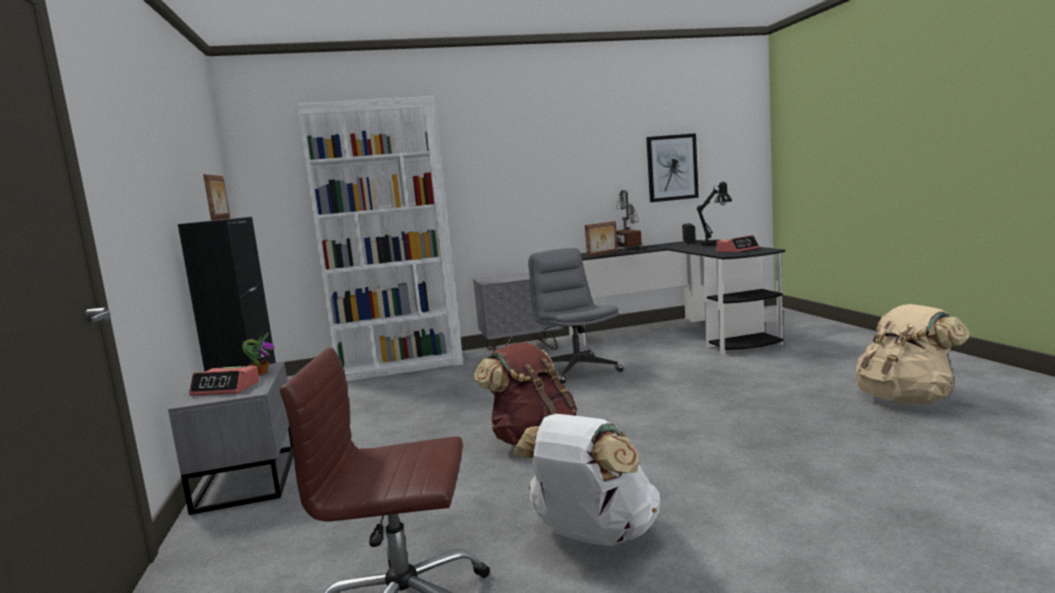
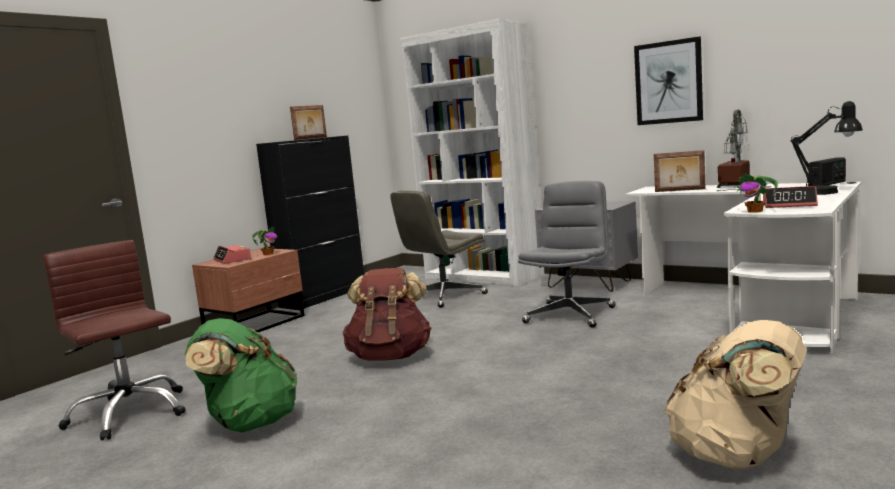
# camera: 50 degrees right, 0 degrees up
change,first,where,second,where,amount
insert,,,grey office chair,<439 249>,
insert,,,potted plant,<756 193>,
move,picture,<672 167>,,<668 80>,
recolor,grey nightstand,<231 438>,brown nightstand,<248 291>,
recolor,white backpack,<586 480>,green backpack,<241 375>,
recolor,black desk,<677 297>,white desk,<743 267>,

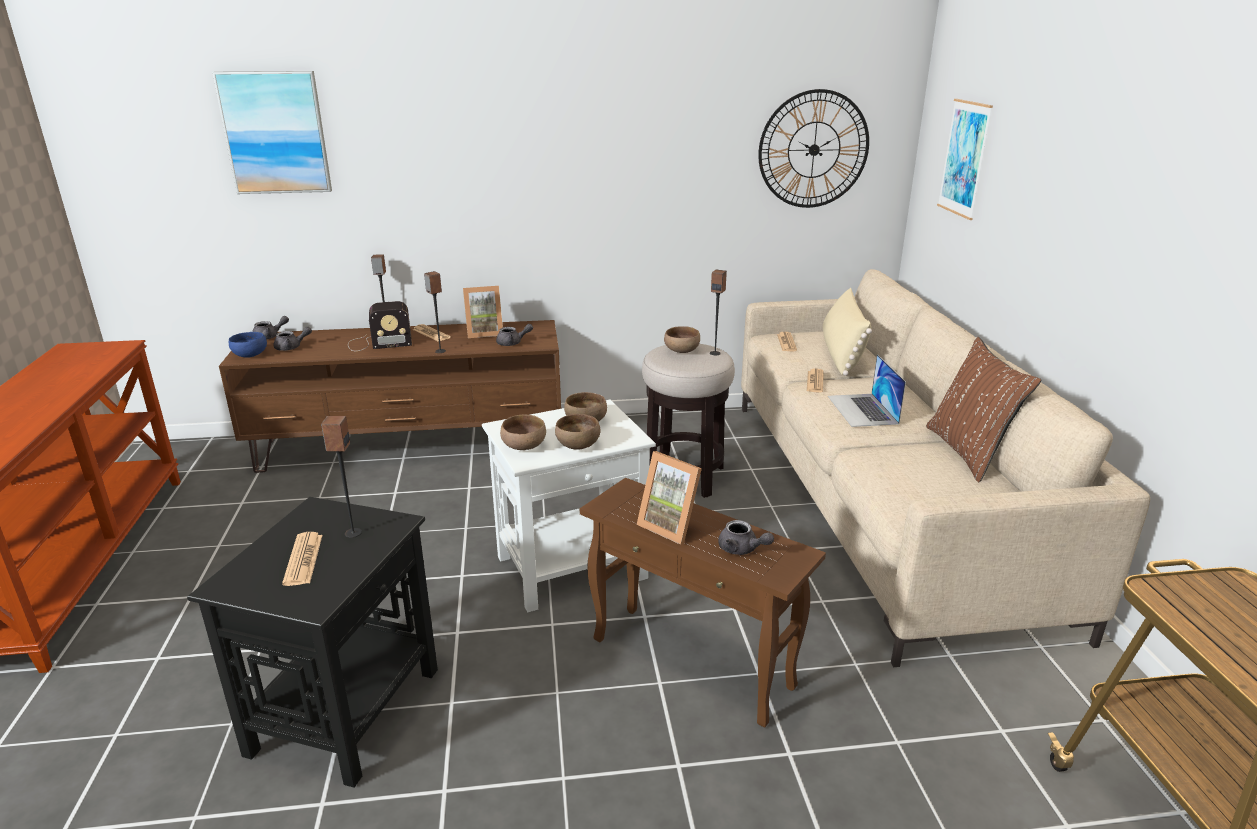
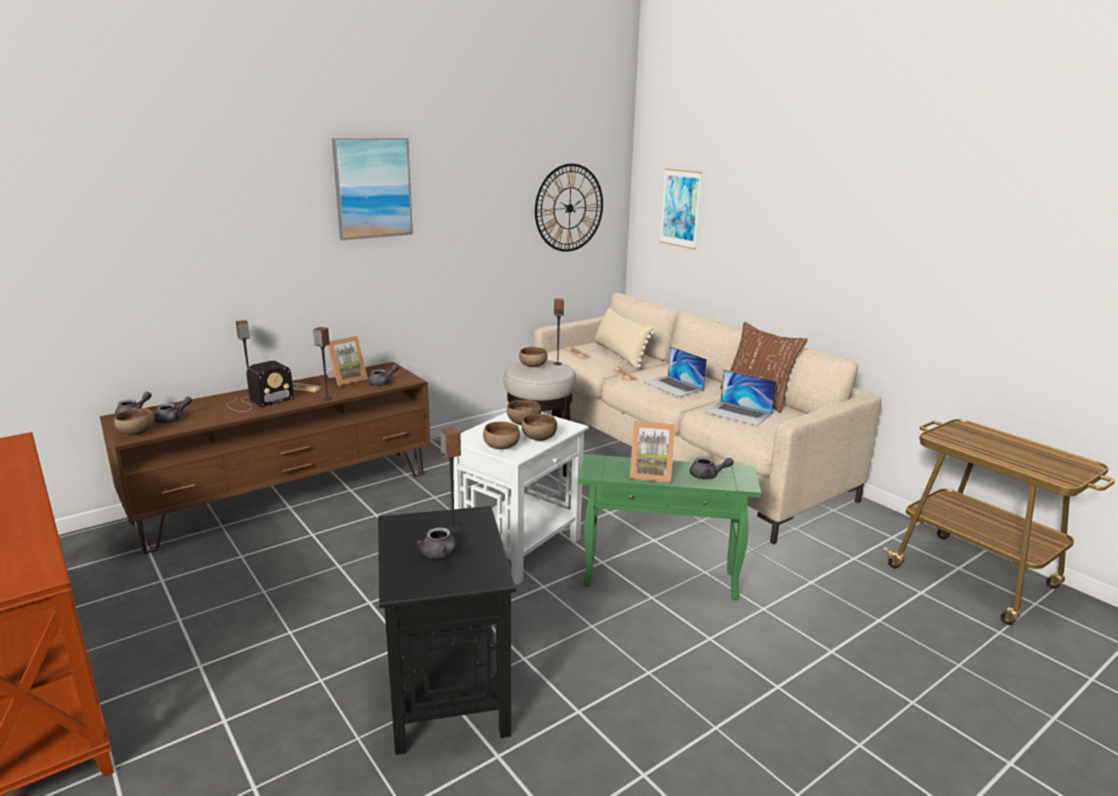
# camera: 30 degrees left, 5 degrees down
change,first,where,second,where,amount
insert,,,laptop,<740 398>,
move,picture,<272 132>,,<372 189>,
replace,newspaper,<302 559>,grey teapot,<436 543>,
recolor,blue bowl,<248 345>,brown bowl,<134 422>,
recolor,brown side table,<703 602>,green side table,<670 527>,

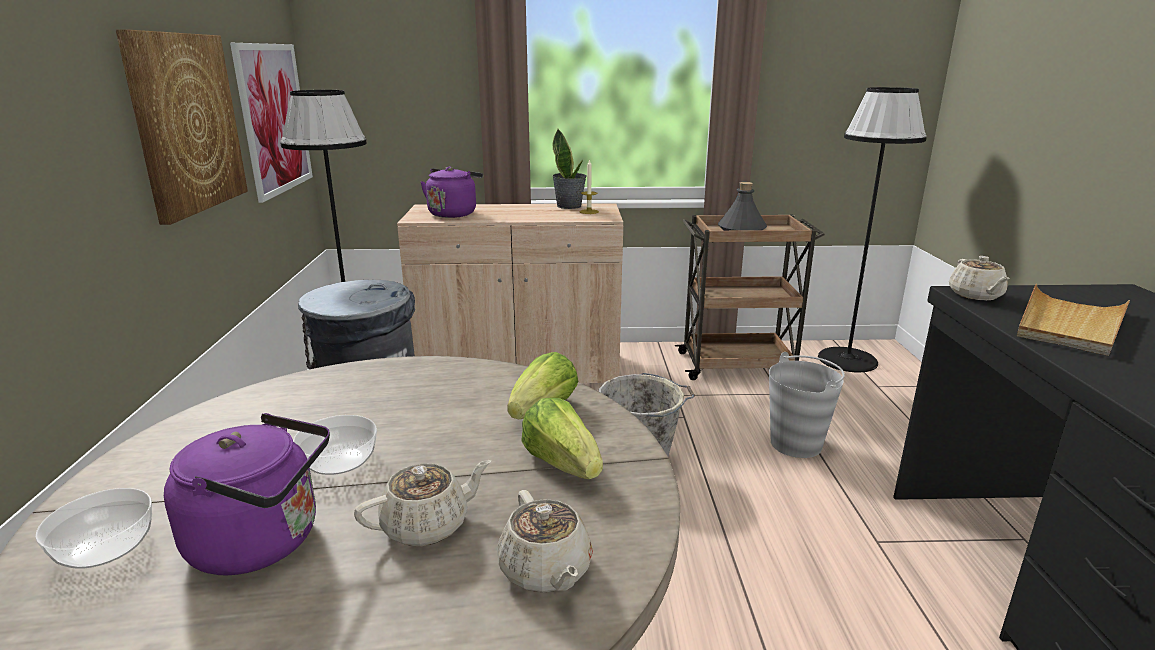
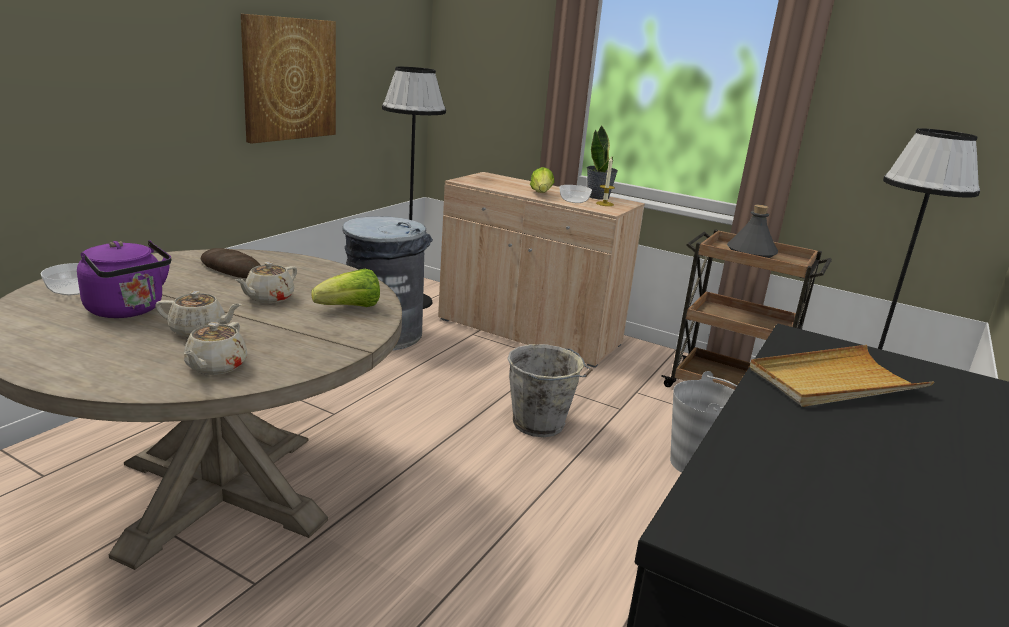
# camera: 30 degrees right, 0 degrees up
change,first,where,second,where,amount
delete,picture,<271 123>,,,
delete,purple kettle,<452 192>,,,
insert,,,bread,<230 263>,
move,bowl,<335 445>,,<575 194>,
move,lettuce,<562 438>,,<542 180>,
move,beige teapot,<979 278>,,<266 282>,

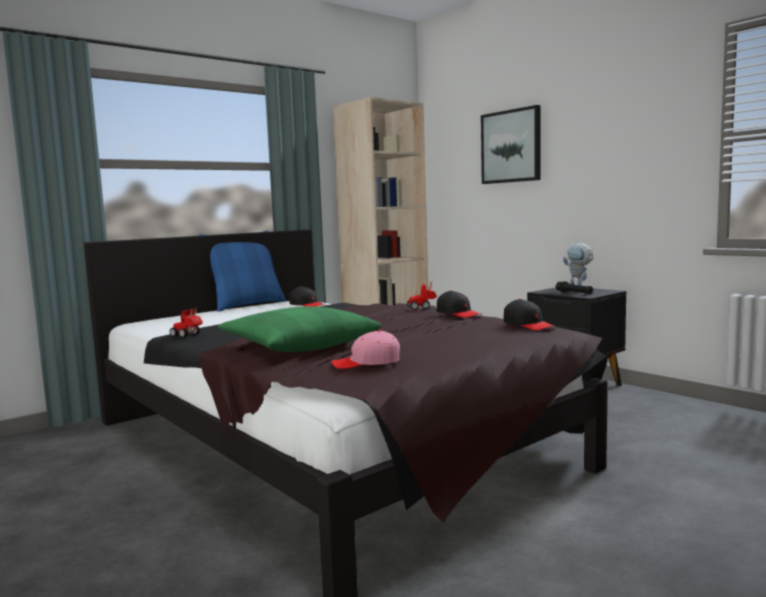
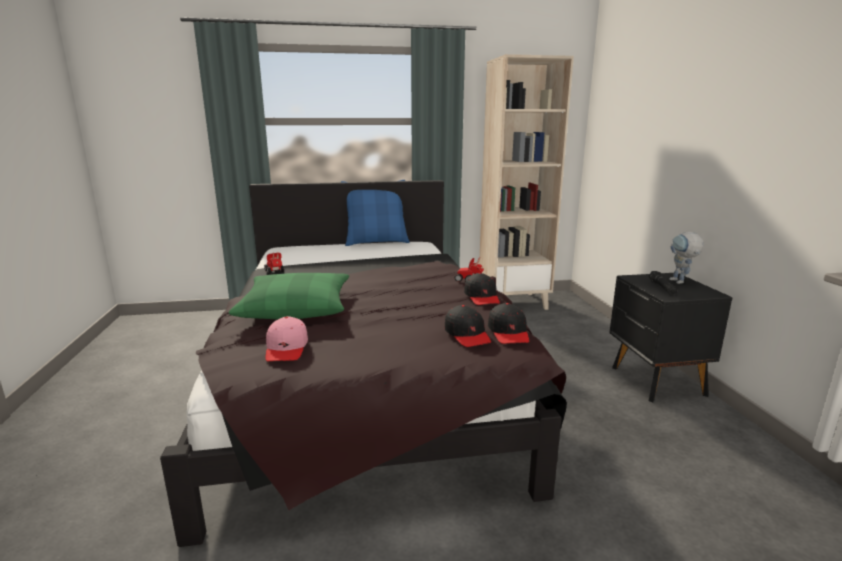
# camera: 30 degrees right, 10 degrees up
change,first,where,second,where,amount
delete,picture,<510 144>,,,
move,black cap,<307 296>,,<468 326>,
rotate,pink cap,<365 349>,,<287 338>,120 degrees counterclockwise

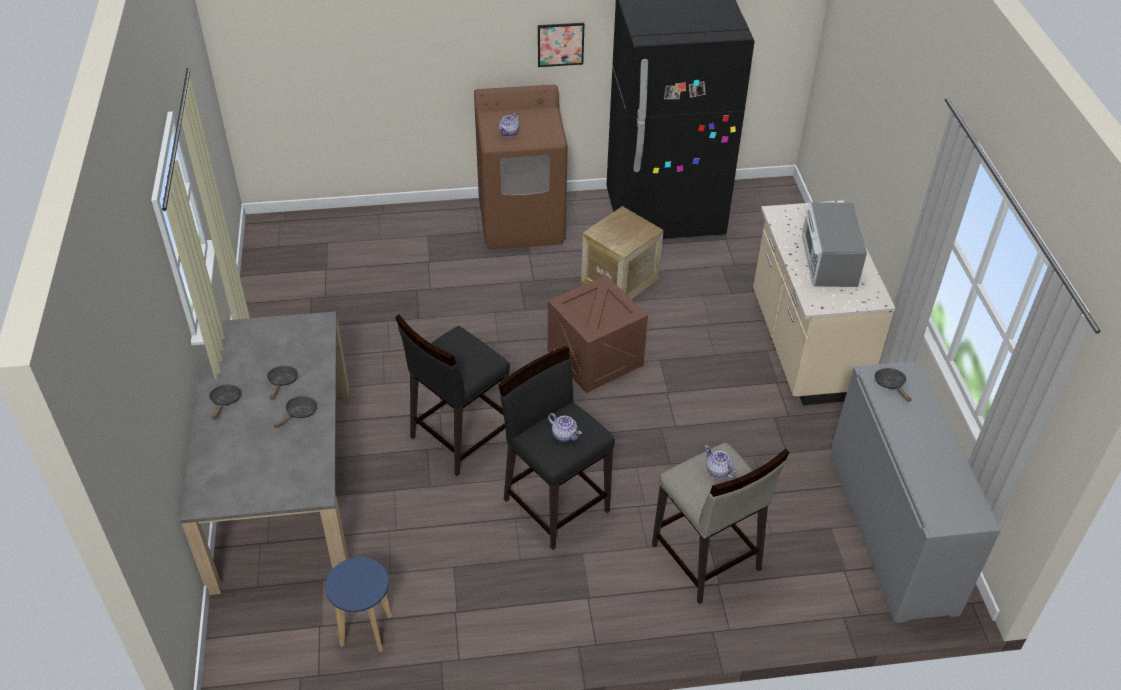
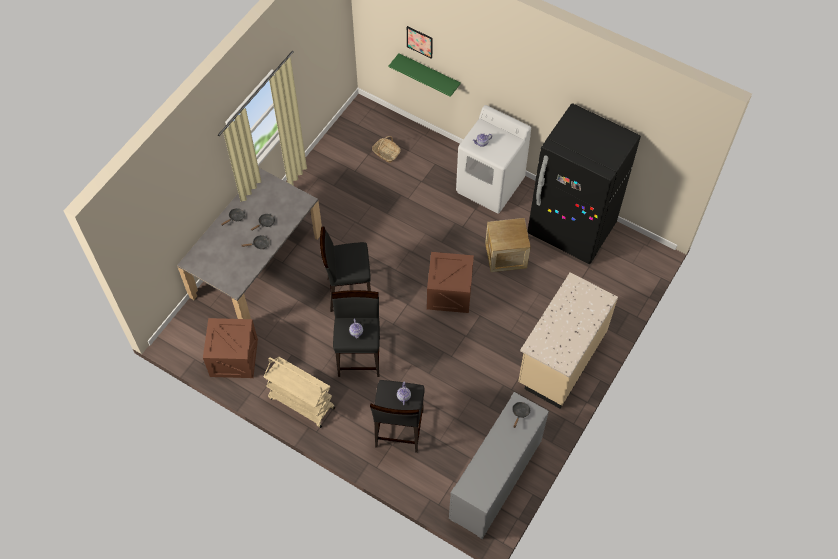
# camera: 40 degrees right, 15 degrees up
change,first,where,second,where,amount
delete,microwave,<834 244>,,,
insert,,,beige cart,<300 392>,
insert,,,basket,<386 149>,
insert,,,green shelf,<425 75>,
move,picture,<561 45>,,<420 42>,
replace,blue stool,<358 604>,crate,<230 348>,
recolor,brown washing machine,<521 167>,white washing machine,<493 159>,
recolor,beige stool,<720 523>,black stool,<397 416>,

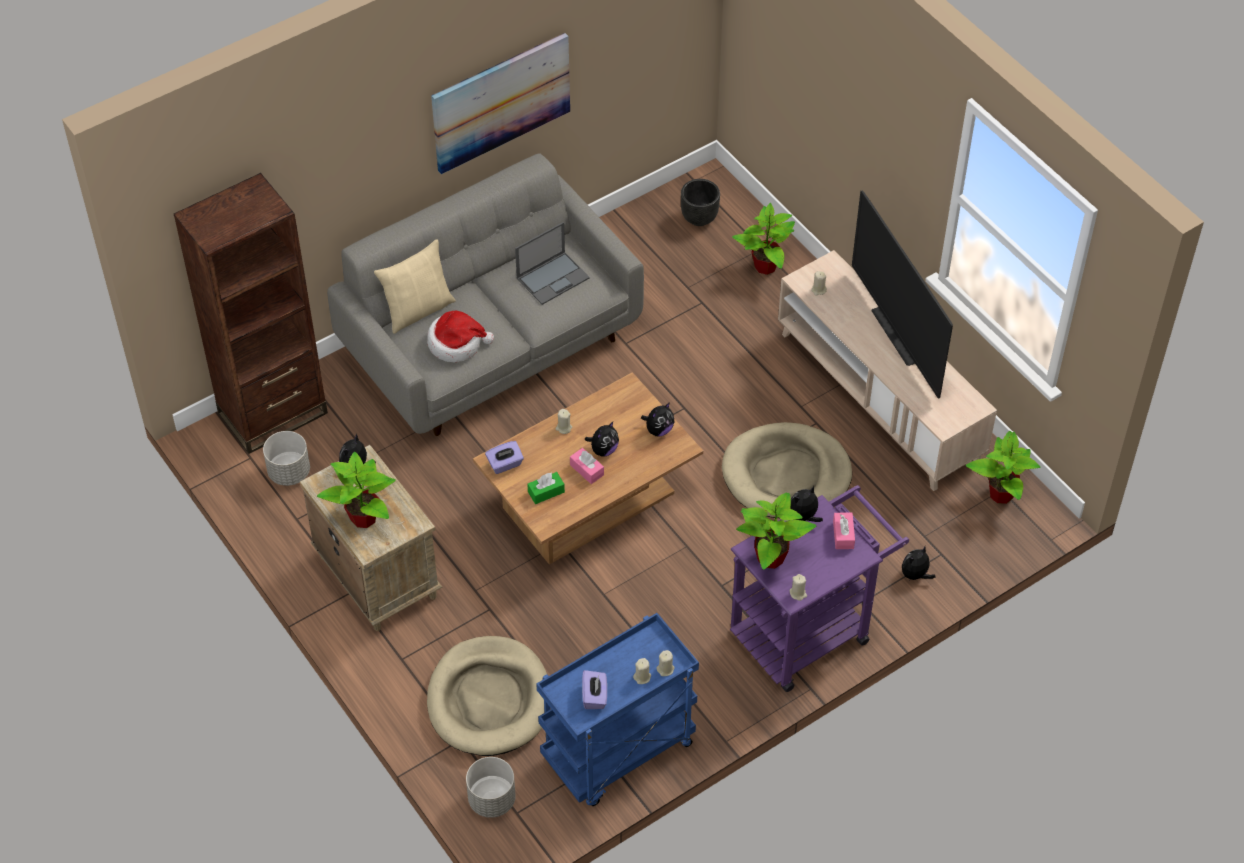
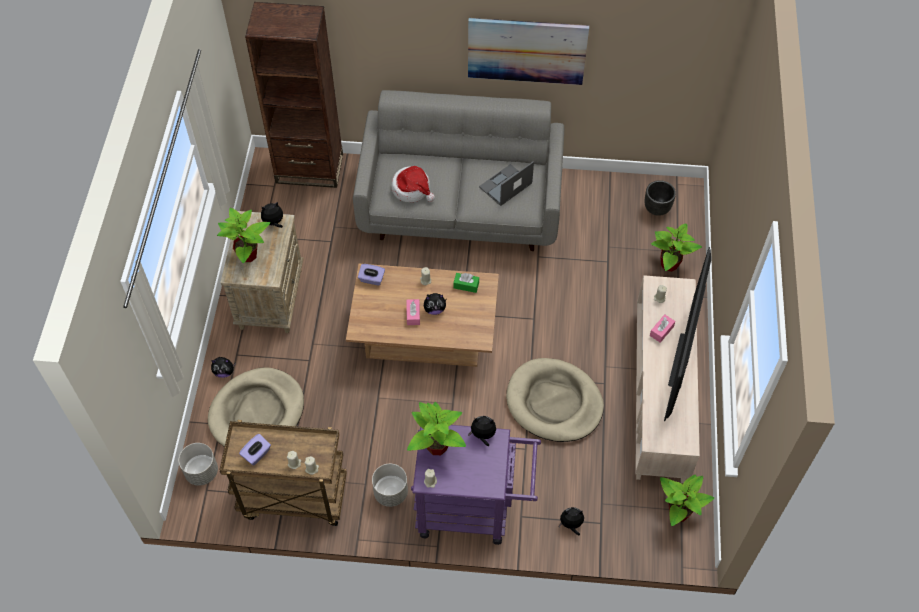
# camera: 40 degrees right, 5 degrees up
change,first,where,second,where,amount
delete,beige pillow,<415 286>,,,
move,grey planter,<286 458>,,<390 485>,
move,green tissue box,<546 488>,,<466 283>,
move,plush toy,<657 419>,,<223 367>,
move,pink tissue box,<844 530>,,<662 328>,
recolor,blue cart,<617 709>,brown cart,<283 473>,
rotate,laptop,<552 263>,,<506 183>,135 degrees clockwise

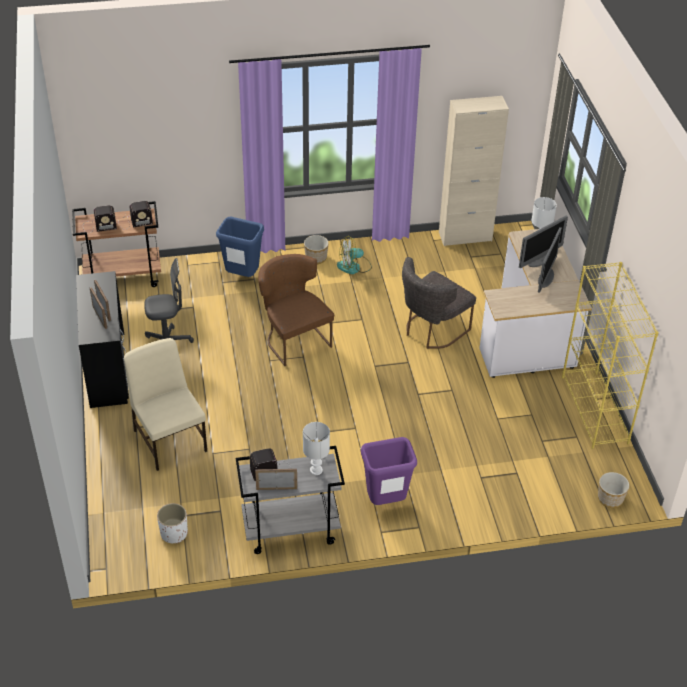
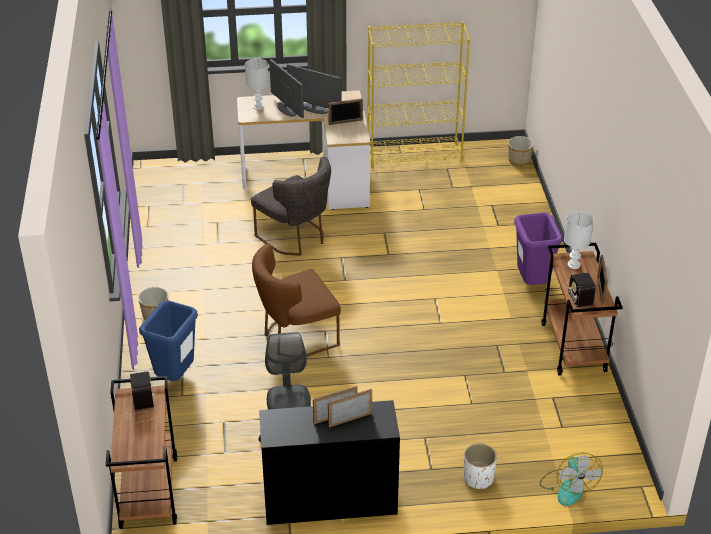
# camera: 85 degrees left, 5 degrees down
change,first,where,second,where,amount
delete,radio,<100 218>,,,
delete,beige chair,<165 404>,,,
delete,beige cabinet,<474 171>,,,
insert,,,picture frame,<345 111>,
move,white planter,<172 523>,,<480 466>,
move,fan,<354 255>,,<571 479>,
recolor,grey cart,<290 500>,brown cart,<582 309>,

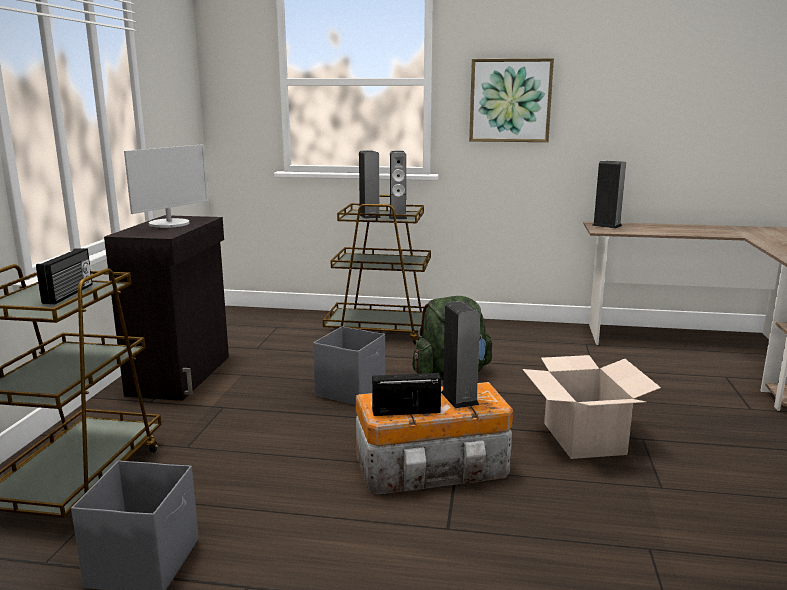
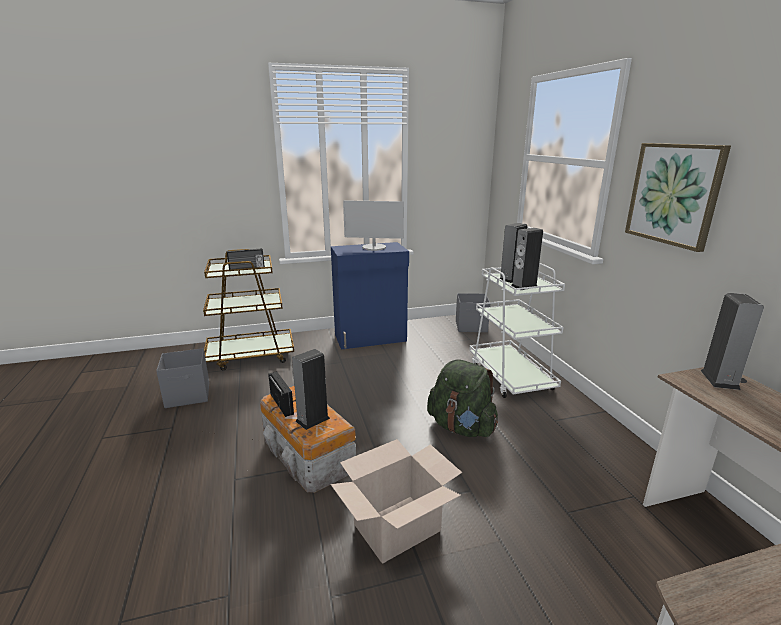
# camera: 65 degrees right, 5 degrees up
change,first,where,second,where,amount
move,grey storage box,<349 365>,,<473 312>,
recolor,black cabinet,<166 308>,blue cabinet,<370 296>,
recolor,brown cart,<377 270>,white cart,<517 330>,

